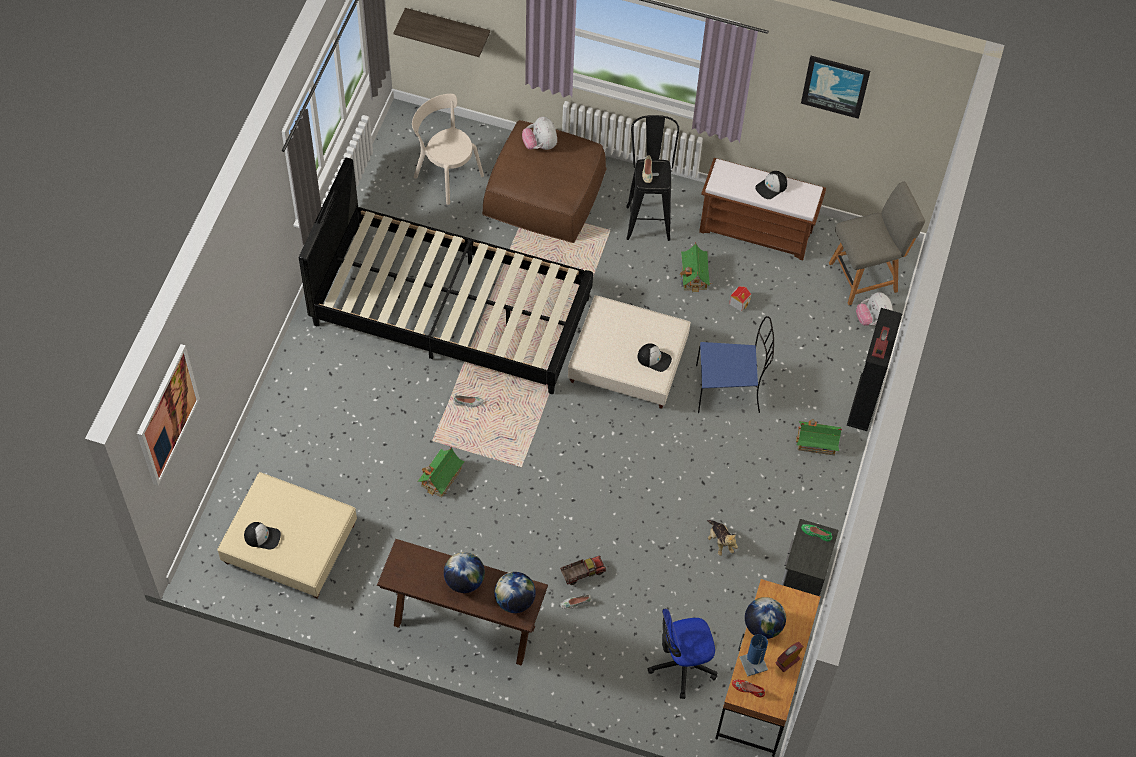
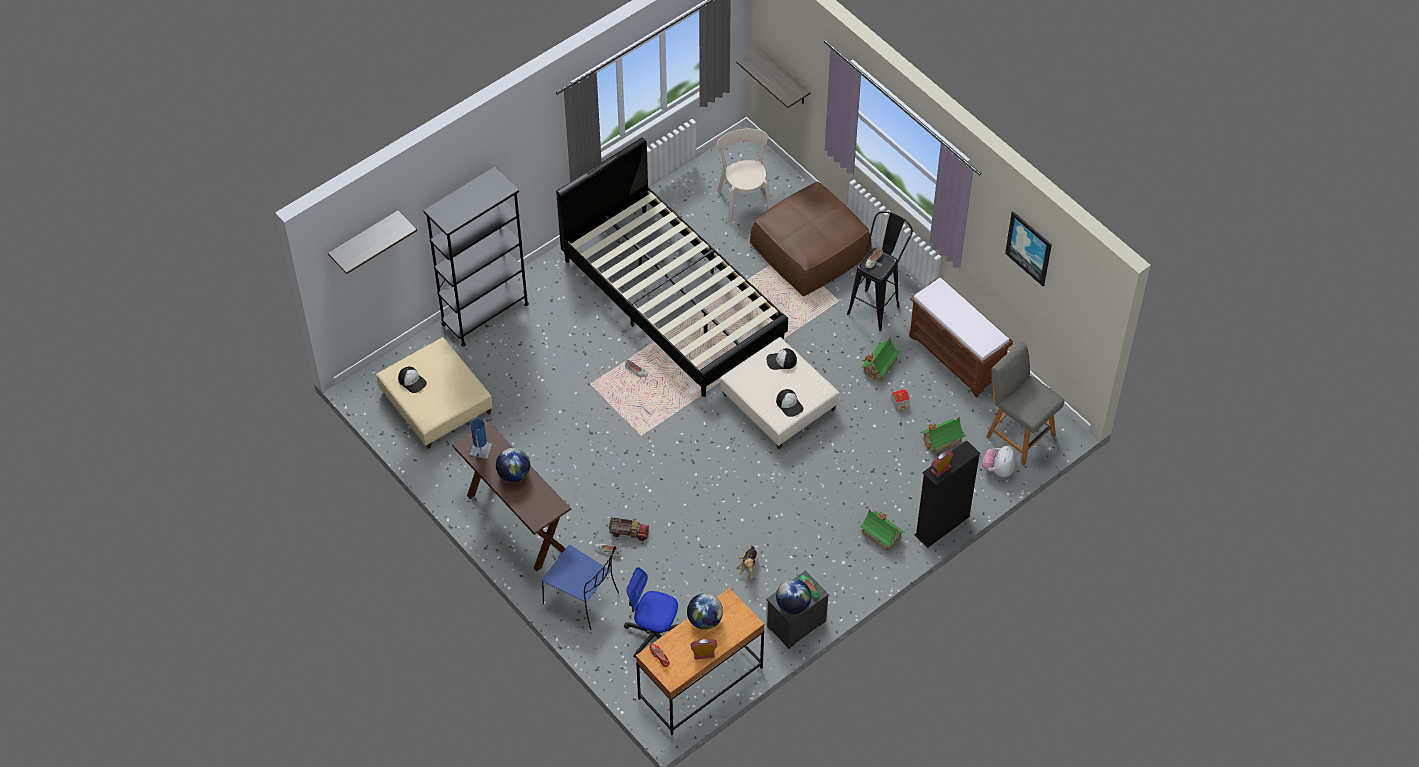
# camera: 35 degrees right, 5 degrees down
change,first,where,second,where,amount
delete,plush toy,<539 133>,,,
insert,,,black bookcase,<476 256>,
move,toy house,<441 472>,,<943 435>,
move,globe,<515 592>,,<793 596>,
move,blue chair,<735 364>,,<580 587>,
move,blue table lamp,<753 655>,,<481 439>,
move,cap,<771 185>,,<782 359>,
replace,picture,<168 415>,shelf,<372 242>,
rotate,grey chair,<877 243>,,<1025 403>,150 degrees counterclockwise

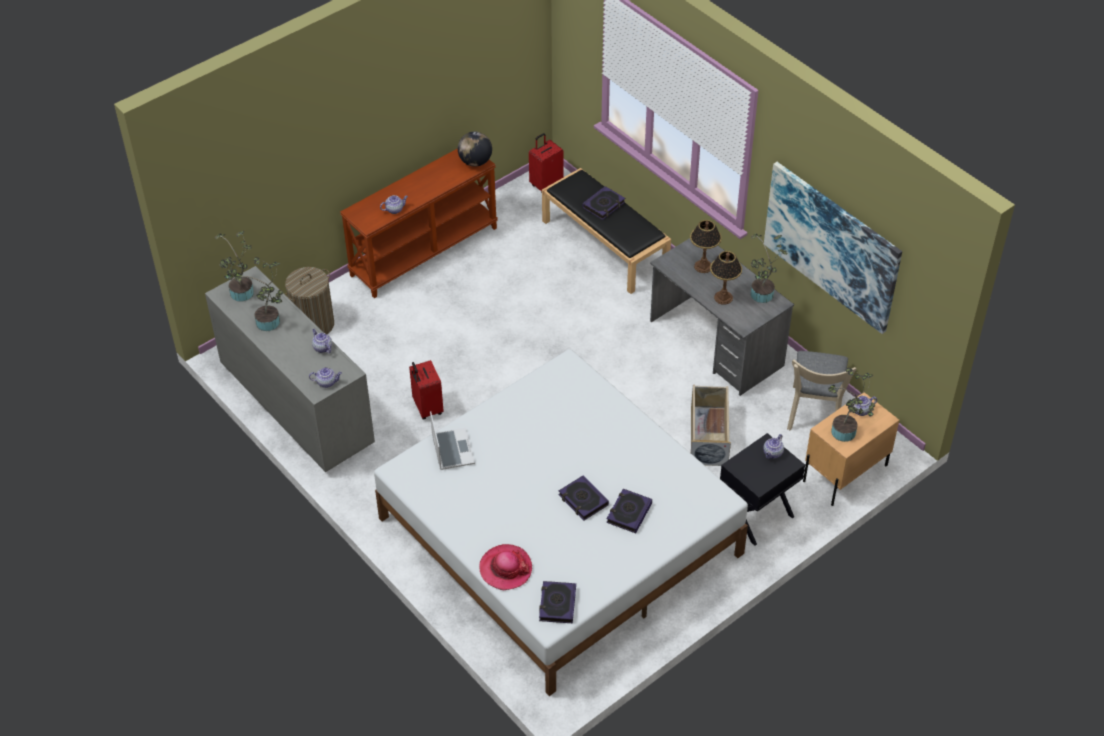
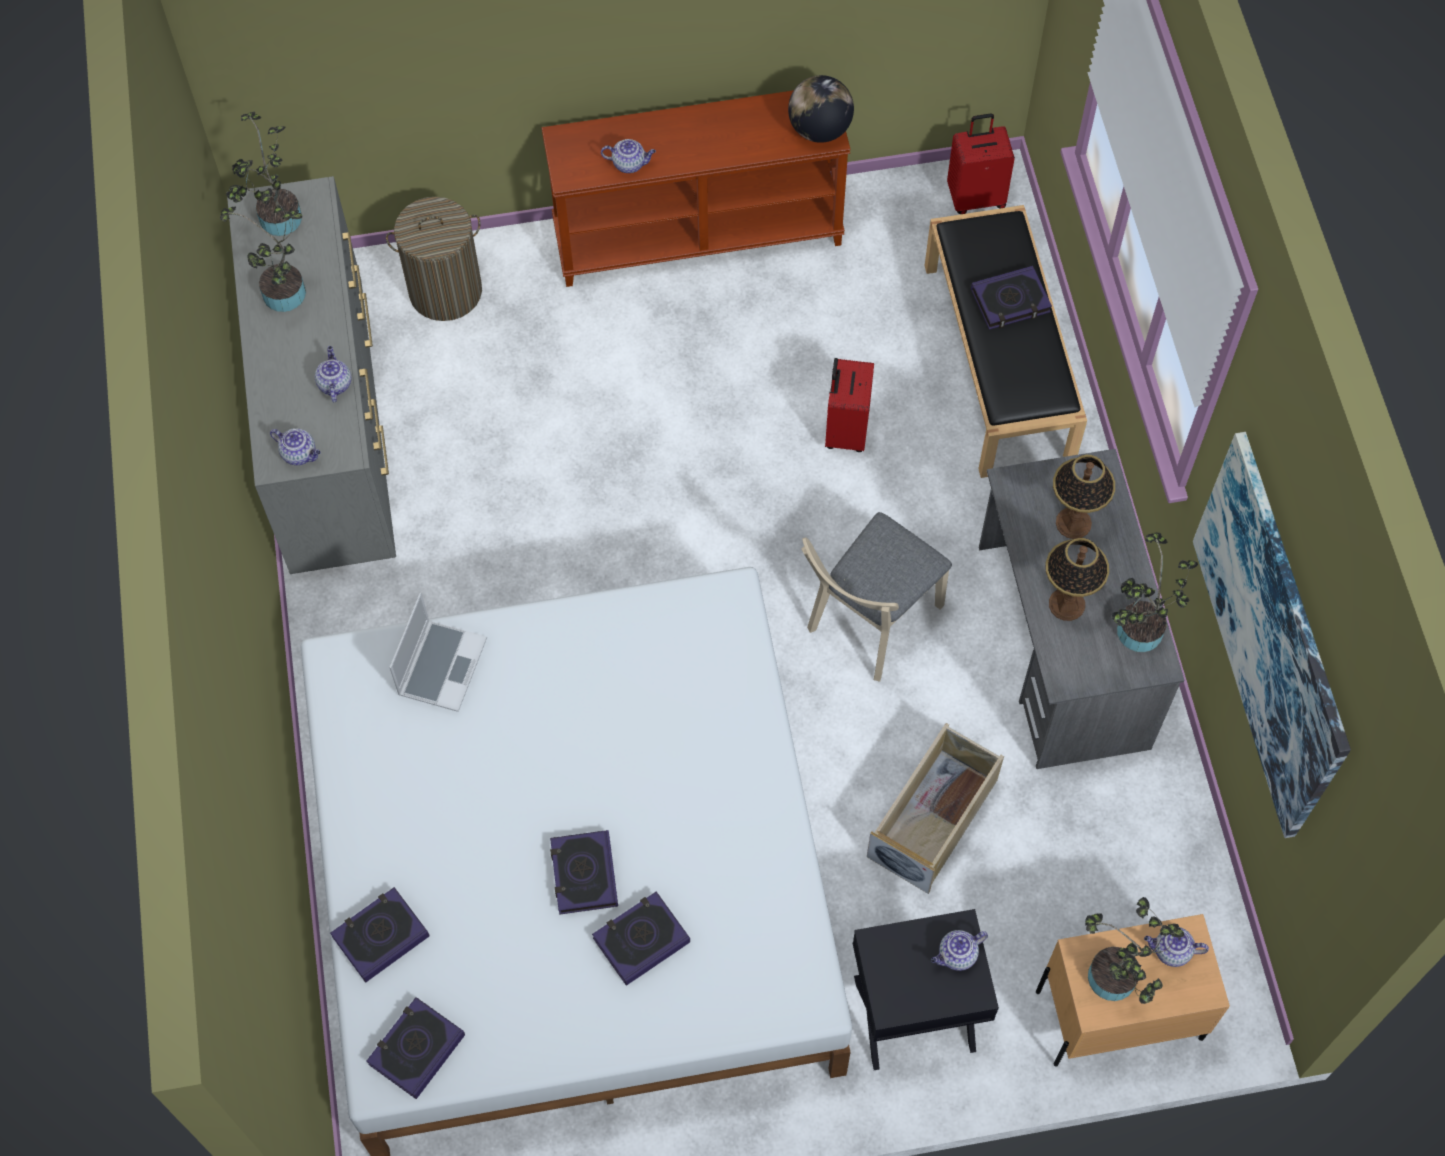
# camera: 30 degrees right, 15 degrees up
change,first,where,second,where,amount
move,red suitcase,<426 390>,,<849 405>,
move,beige chair,<821 390>,,<876 597>,
replace,hat,<505 567>,book,<379 934>,

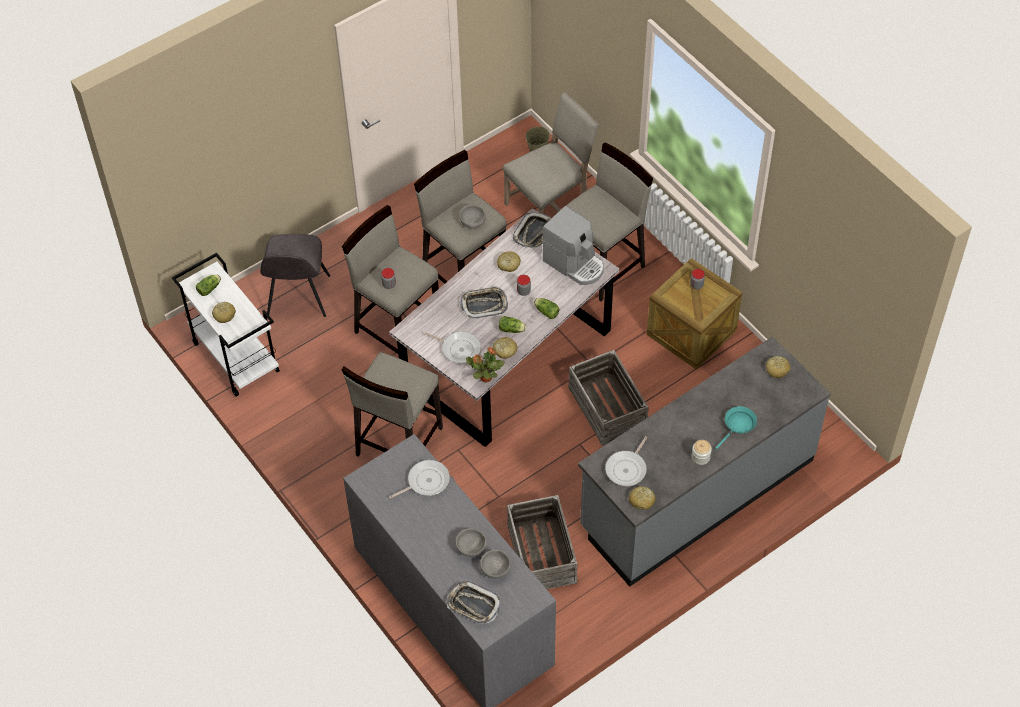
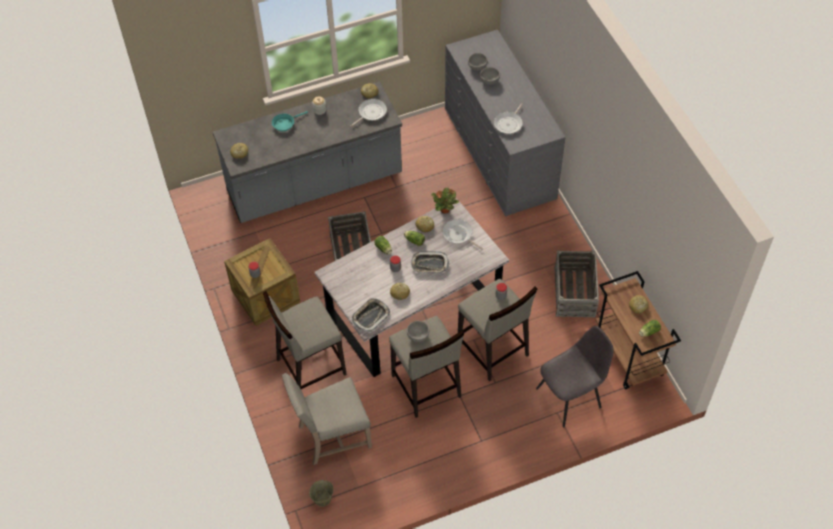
# camera: 165 degrees left, 0 degrees up
change,first,where,second,where,amount
delete,beige stool,<392 404>,,,
delete,tray,<474 602>,,,
delete,coffee machine,<573 245>,,,
move,crate,<542 542>,,<576 284>,
recolor,white cart,<226 325>,brown cart,<638 330>,
rotate,grey chair,<295 275>,,<575 377>,45 degrees clockwise
rotate,frying pan,<419 479>,,<508 118>,45 degrees counterclockwise

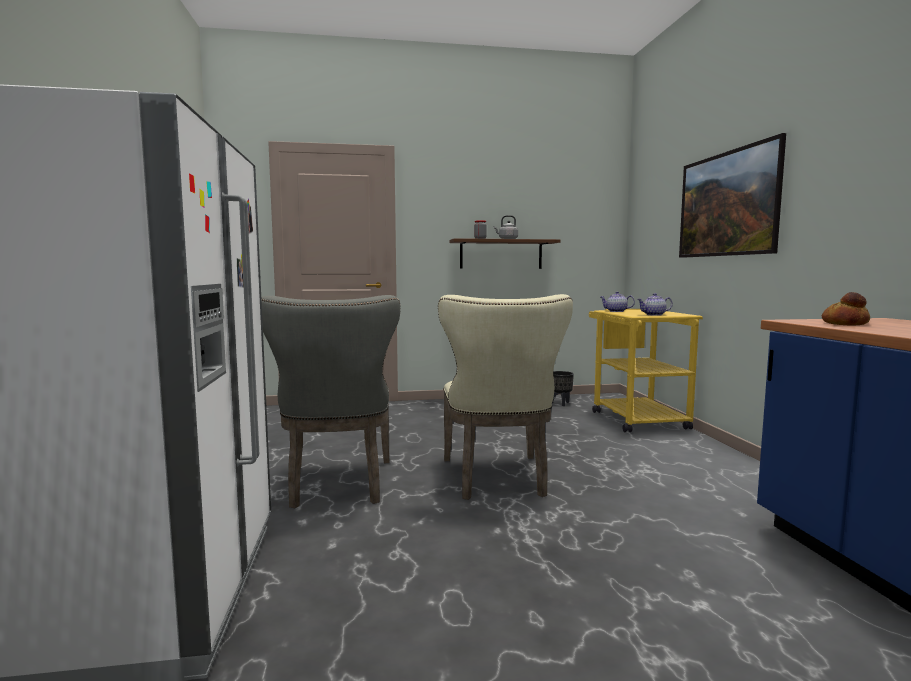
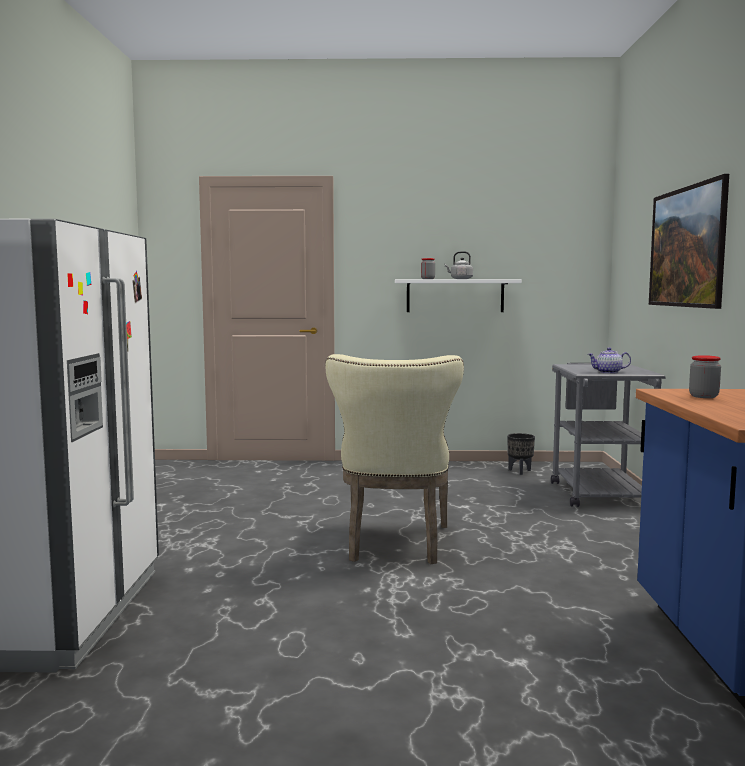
# camera: 10 degrees right, 0 degrees up
change,first,where,second,where,amount
delete,grey chair,<331 401>,,,
delete,teapot,<618 302>,,,
replace,bread,<846 309>,jar,<705 376>,
recolor,brown shelf,<505 253>,white shelf,<458 295>,
recolor,yellow cart,<646 370>,grey cart,<608 435>,

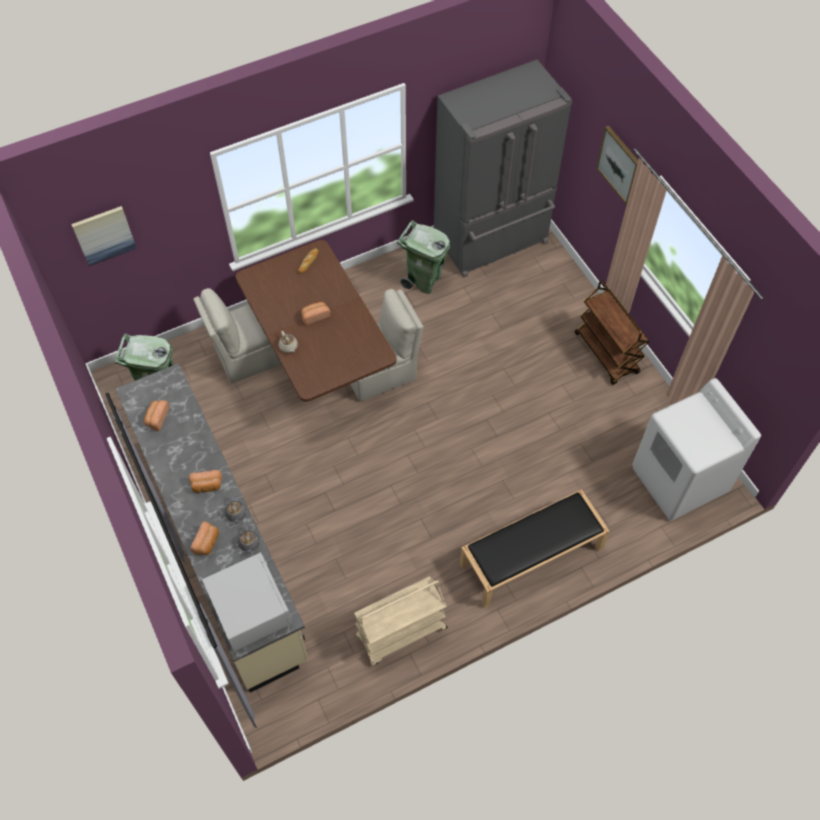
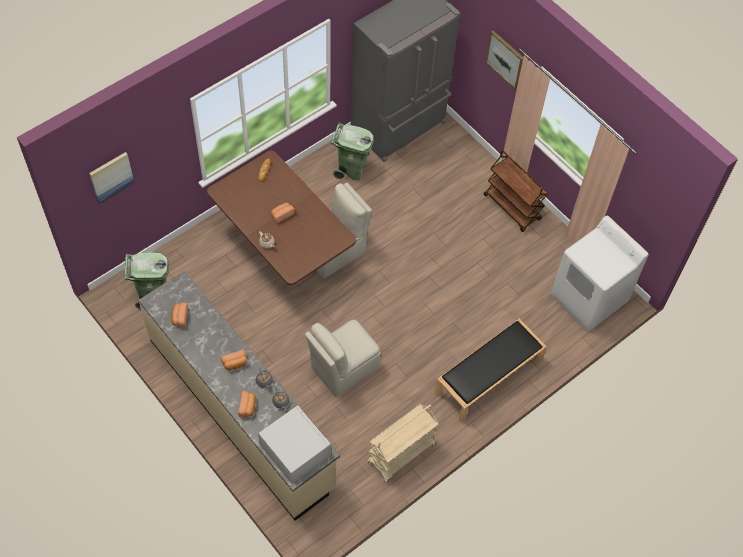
# camera: 15 degrees left, 0 degrees up
change,first,where,second,where,amount
move,beige chair,<237 335>,,<343 358>,

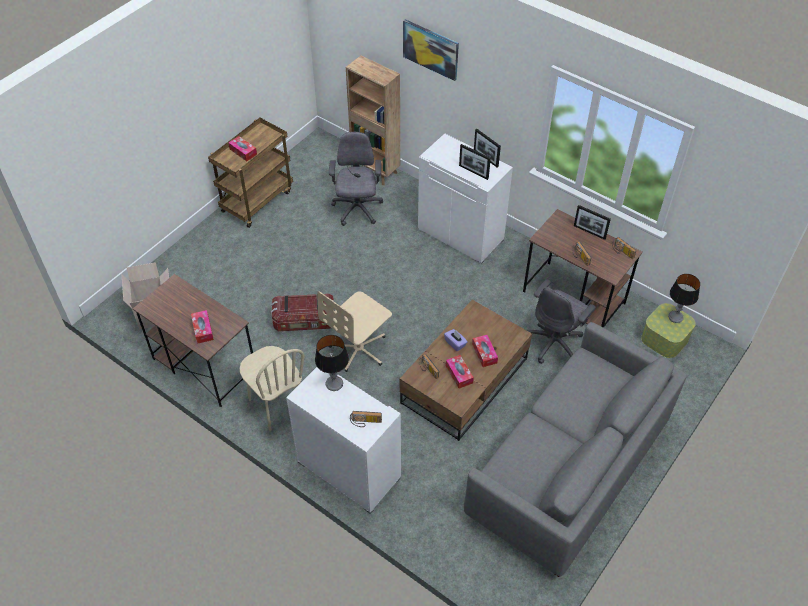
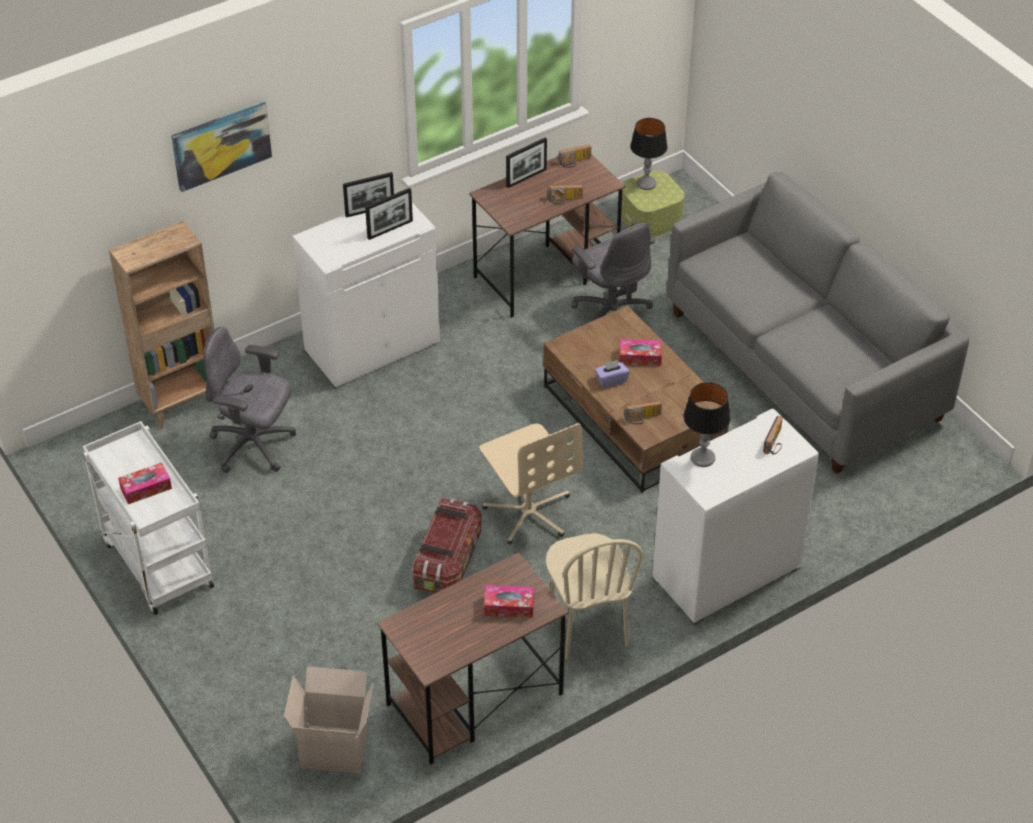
# camera: 70 degrees left, 5 degrees down
change,first,where,second,where,amount
delete,tissue box,<460 372>,,,
recolor,brown cart,<250 173>,white cart,<148 518>,
rotate,beige chair,<272 388>,,<594 596>,90 degrees clockwise

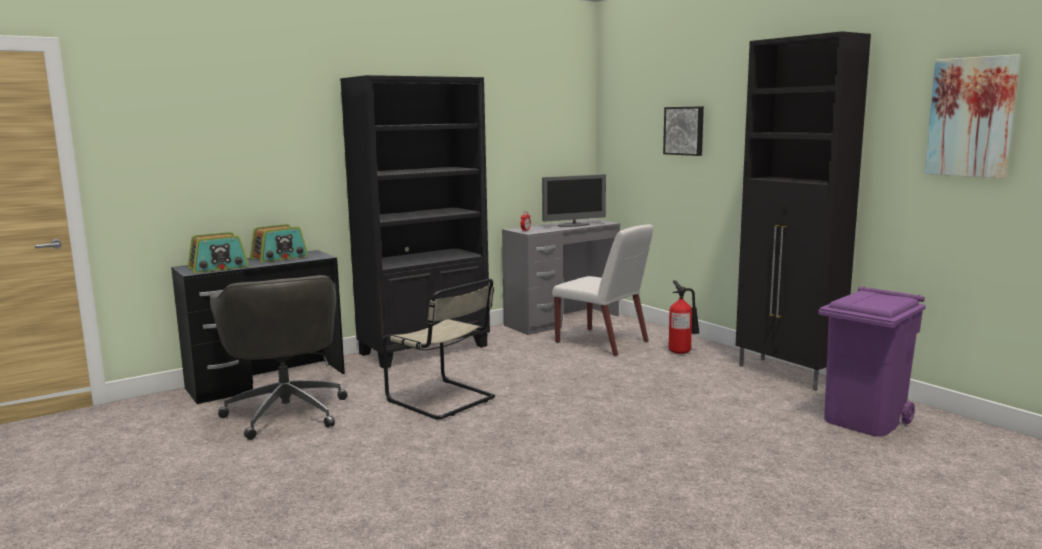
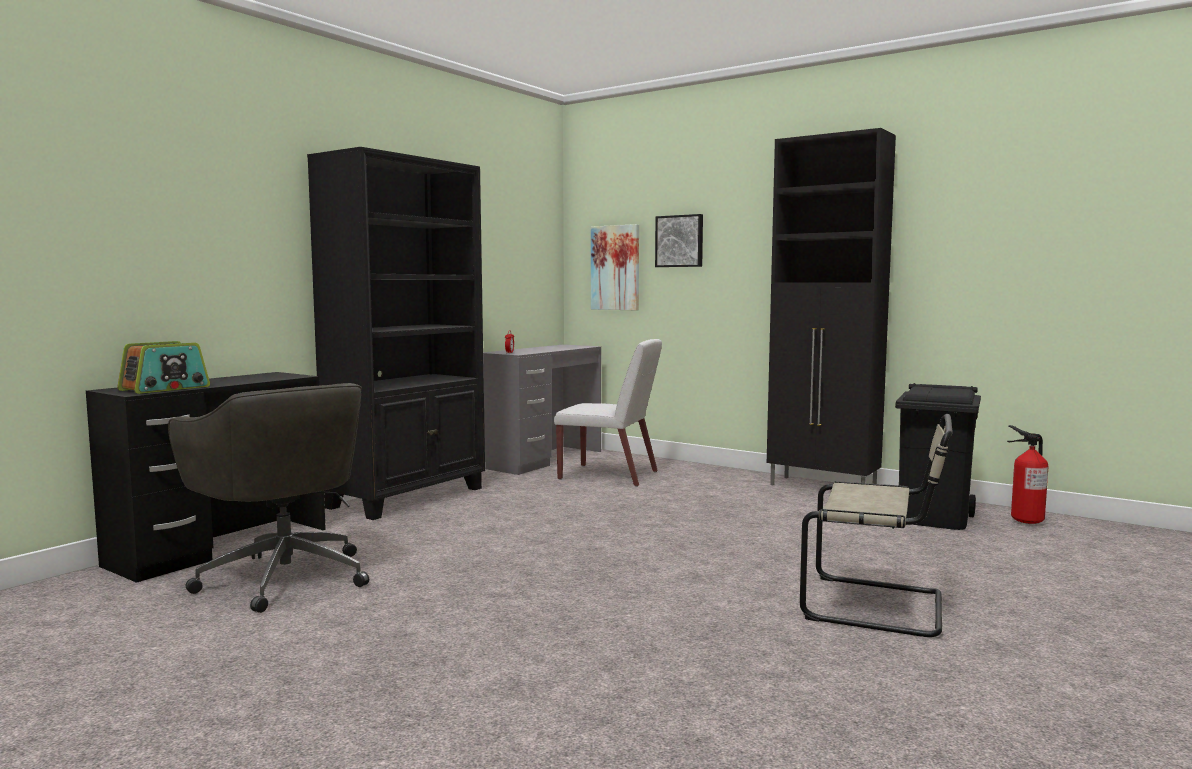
# camera: 20 degrees left, 5 degrees down
change,first,where,second,where,amount
delete,radio,<279 243>,,,
delete,monitor,<574 200>,,,
move,beige chair,<439 349>,,<876 525>,
move,fire extinguisher,<684 317>,,<1027 474>,
move,picture,<972 116>,,<615 267>,
recolor,purple trash can,<872 361>,black trash can,<938 456>,

